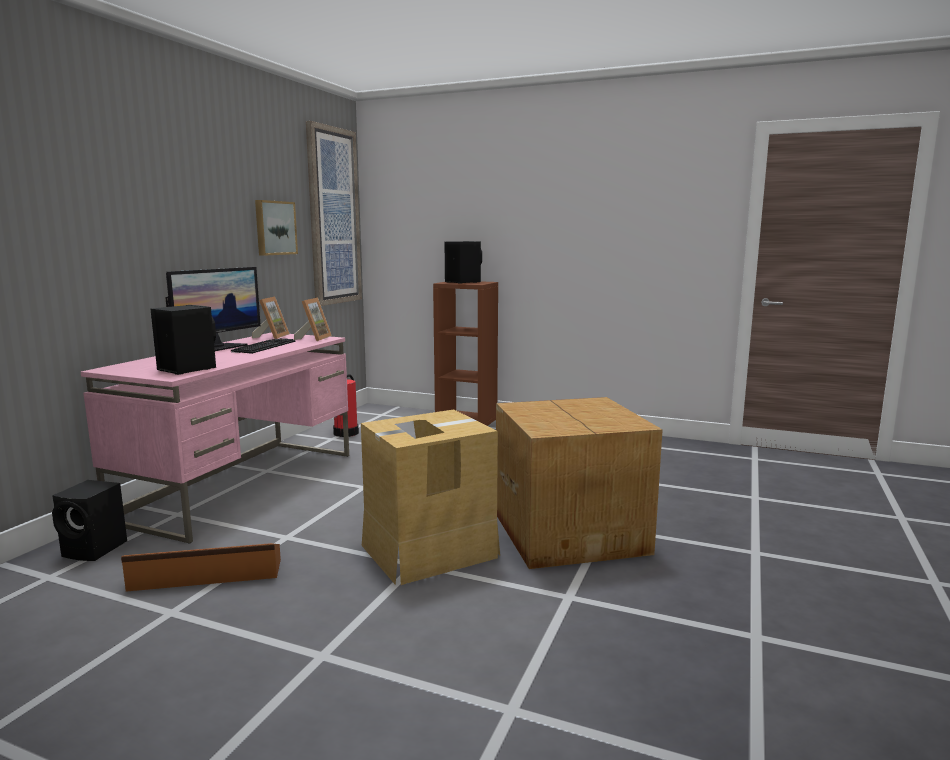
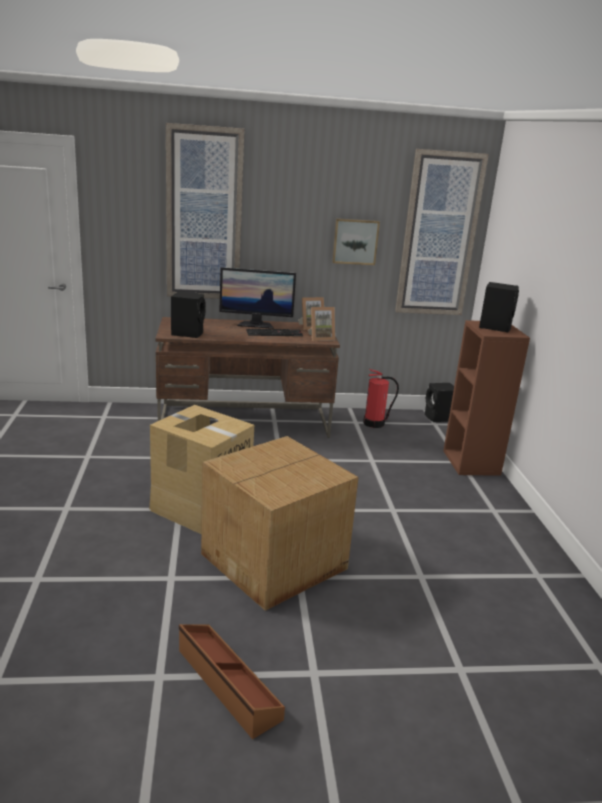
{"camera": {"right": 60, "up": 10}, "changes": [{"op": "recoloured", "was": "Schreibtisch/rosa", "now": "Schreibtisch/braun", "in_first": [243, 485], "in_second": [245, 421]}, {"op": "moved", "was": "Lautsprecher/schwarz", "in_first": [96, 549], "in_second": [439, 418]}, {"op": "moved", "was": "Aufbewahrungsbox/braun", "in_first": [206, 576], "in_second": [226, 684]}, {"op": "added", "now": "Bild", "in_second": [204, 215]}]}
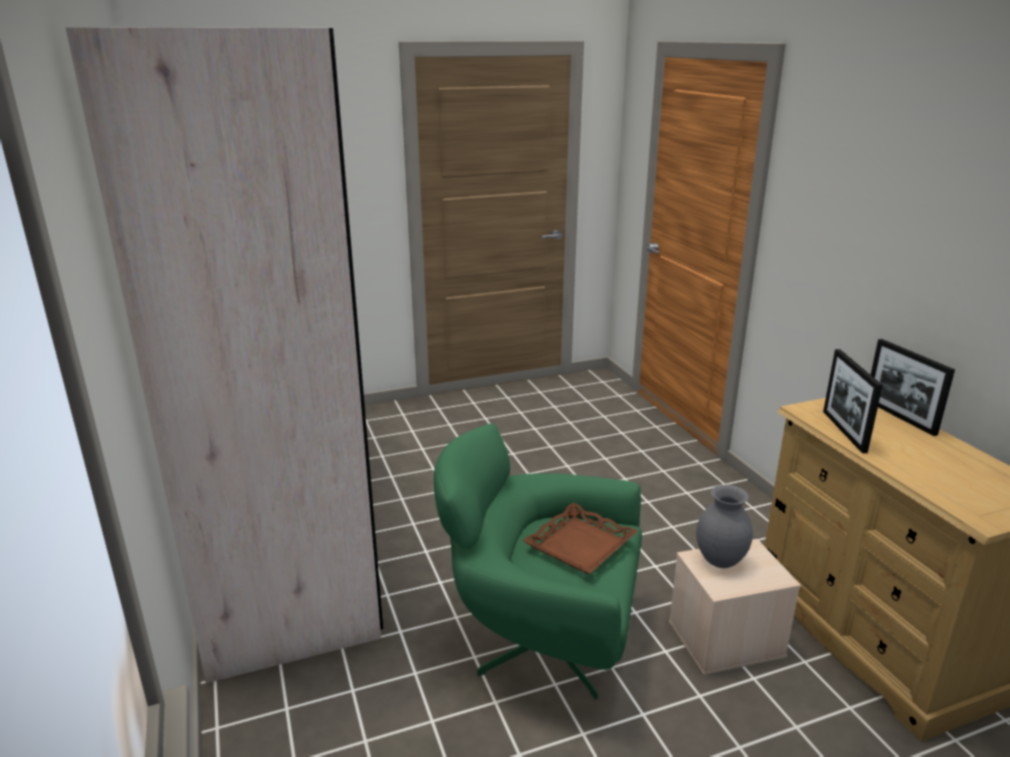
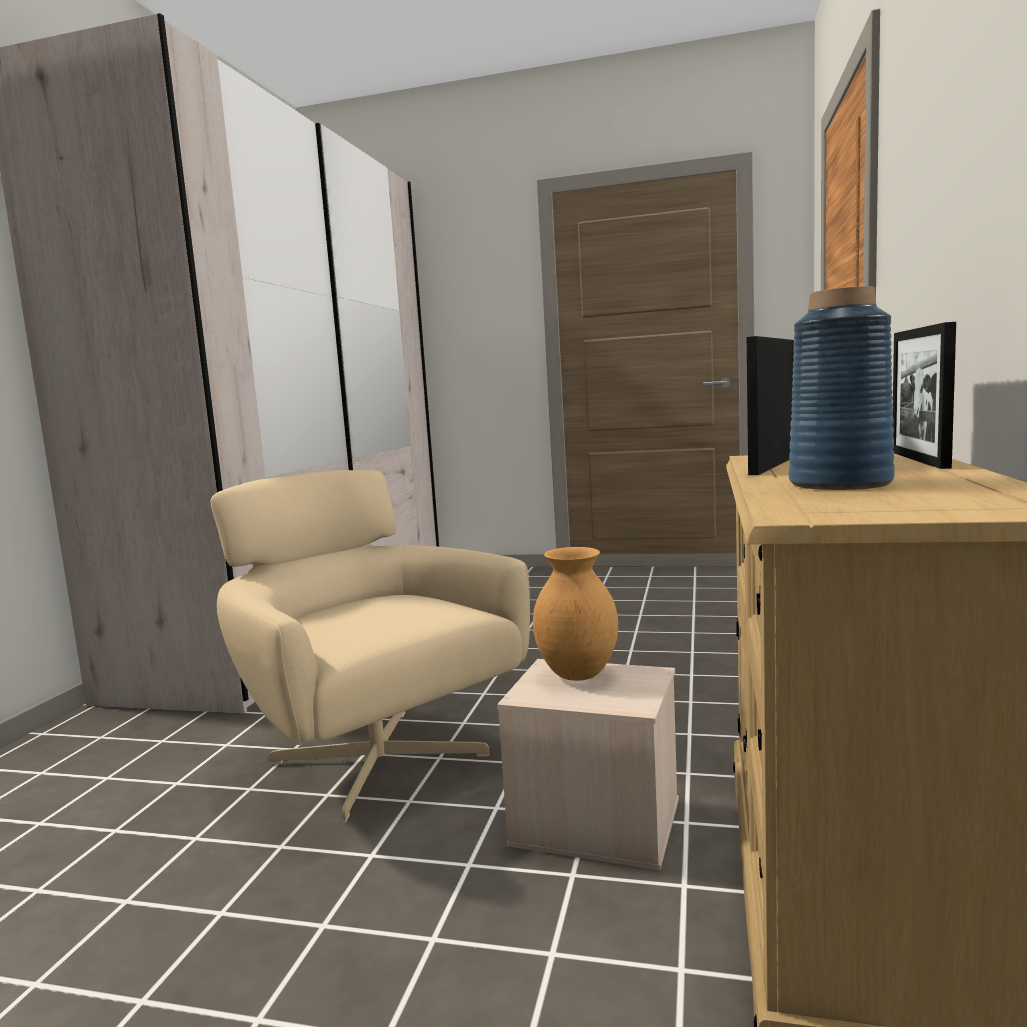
{"camera": {"right": 35, "up": -15}, "changes": [{"op": "recoloured", "was": "Sessel/grün", "now": "Sessel/beige", "in_first": [541, 641], "in_second": [373, 757]}, {"op": "recoloured", "was": "Vase/grau", "now": "Vase/braun", "in_first": [719, 561], "in_second": [577, 674]}, {"op": "removed", "was": "Tablett/braun", "in_first": [580, 545]}, {"op": "added", "now": "Vase/blau", "in_second": [839, 483]}]}
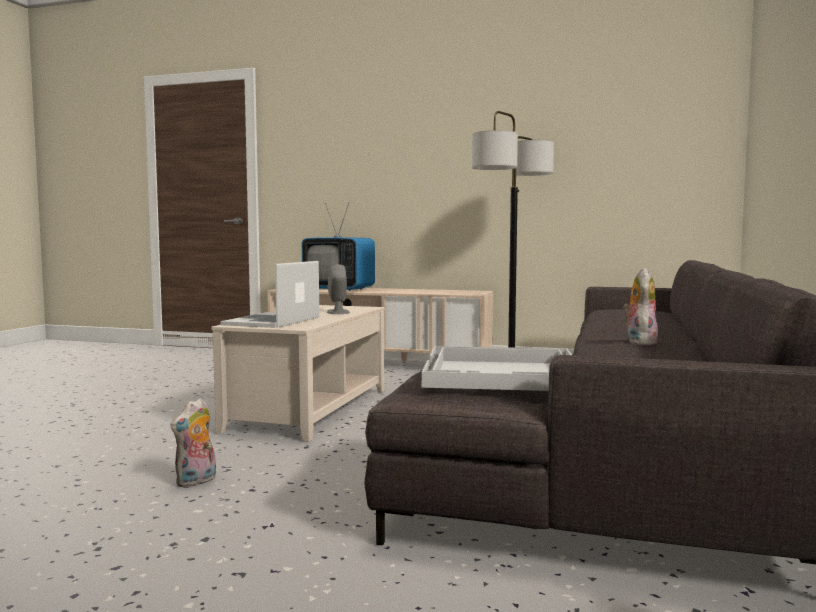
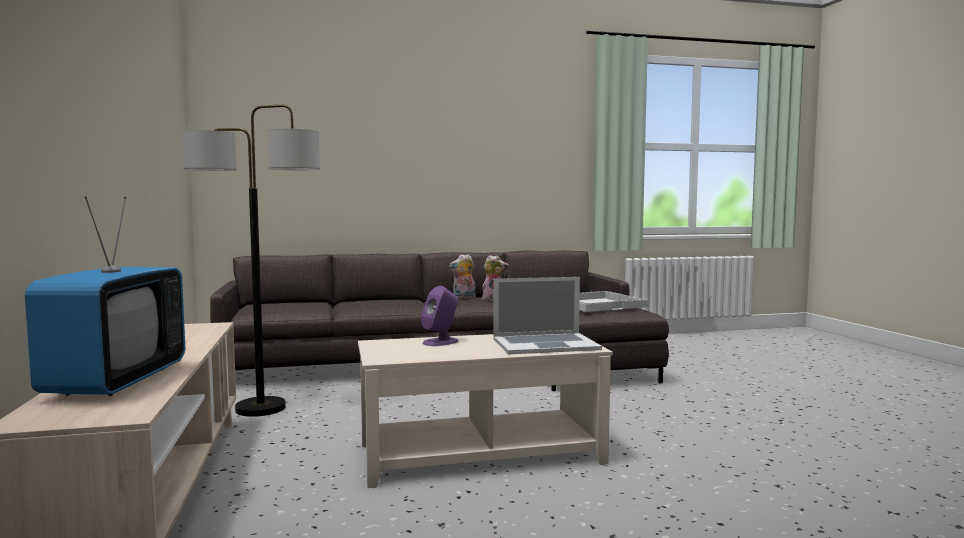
{"camera": {"right": -120, "up": 0}, "changes": [{"op": "recoloured", "was": "Lautsprecher/grau", "now": "Lautsprecher/lila", "in_first": [338, 312], "in_second": [441, 342]}, {"op": "moved", "was": "Plüschtier", "in_first": [196, 482], "in_second": [494, 299]}]}
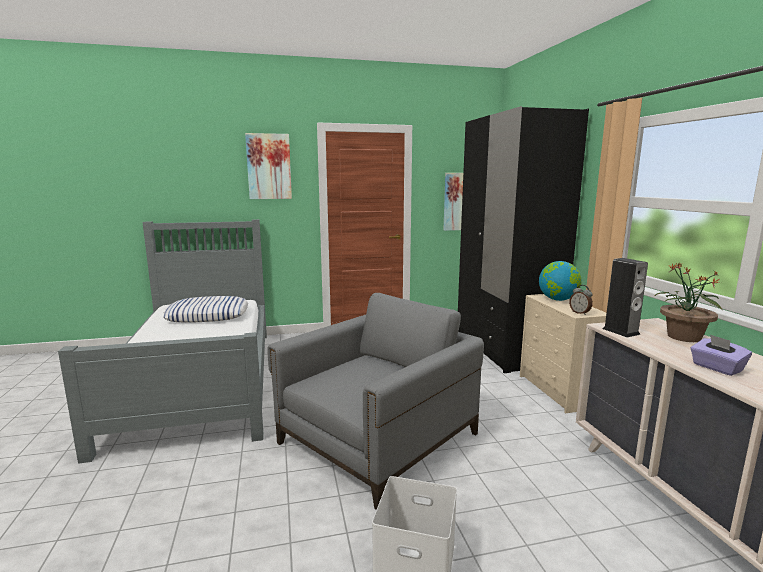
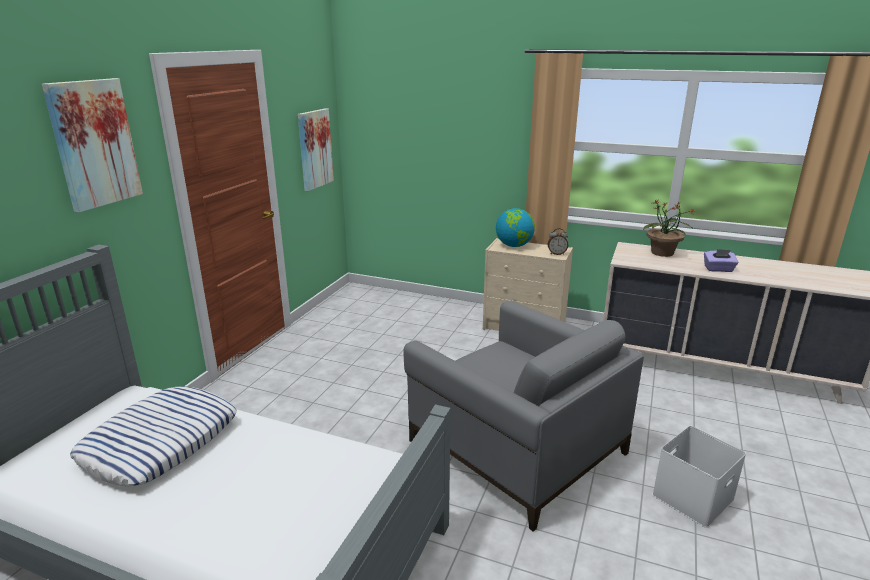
{"camera": {"right": -55, "up": 10}, "changes": [{"op": "removed", "was": "Kleiderschrank/schwarz", "in_first": [504, 349]}, {"op": "removed", "was": "Lautsprecher", "in_first": [620, 331]}, {"op": "turned", "was": "Sessel/grau", "in_first": [378, 439], "in_second": [515, 446], "clockwise": 150}]}
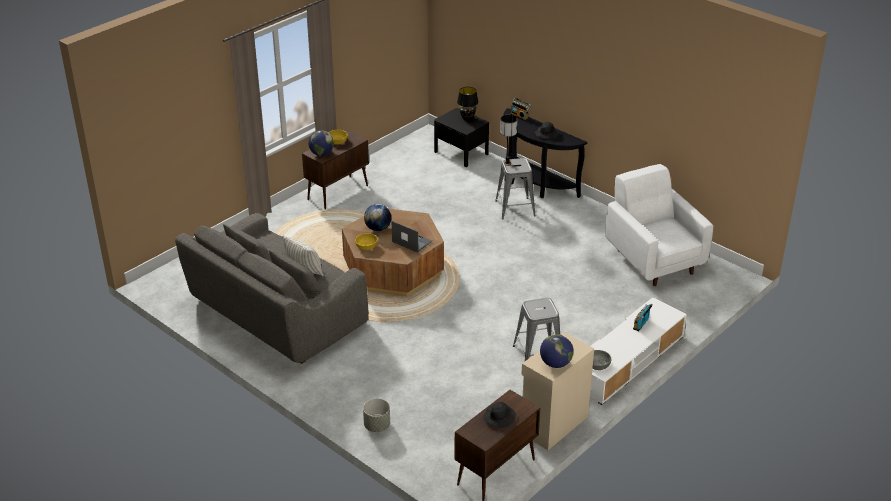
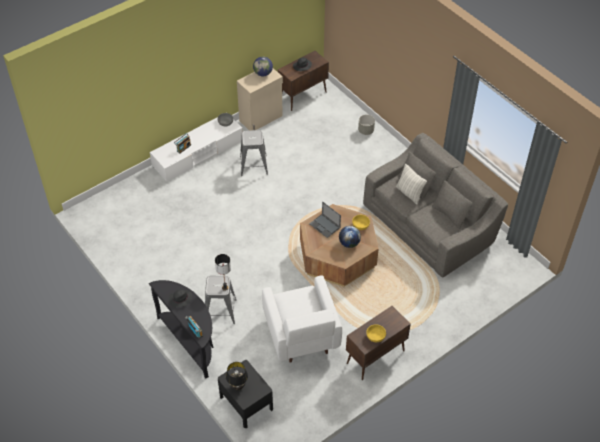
{"camera": {"right": -170, "up": 15}, "changes": [{"op": "removed", "was": "Globus", "in_first": [321, 154]}, {"op": "moved", "was": "Sessel/weiß", "in_first": [653, 260], "in_second": [301, 336]}]}
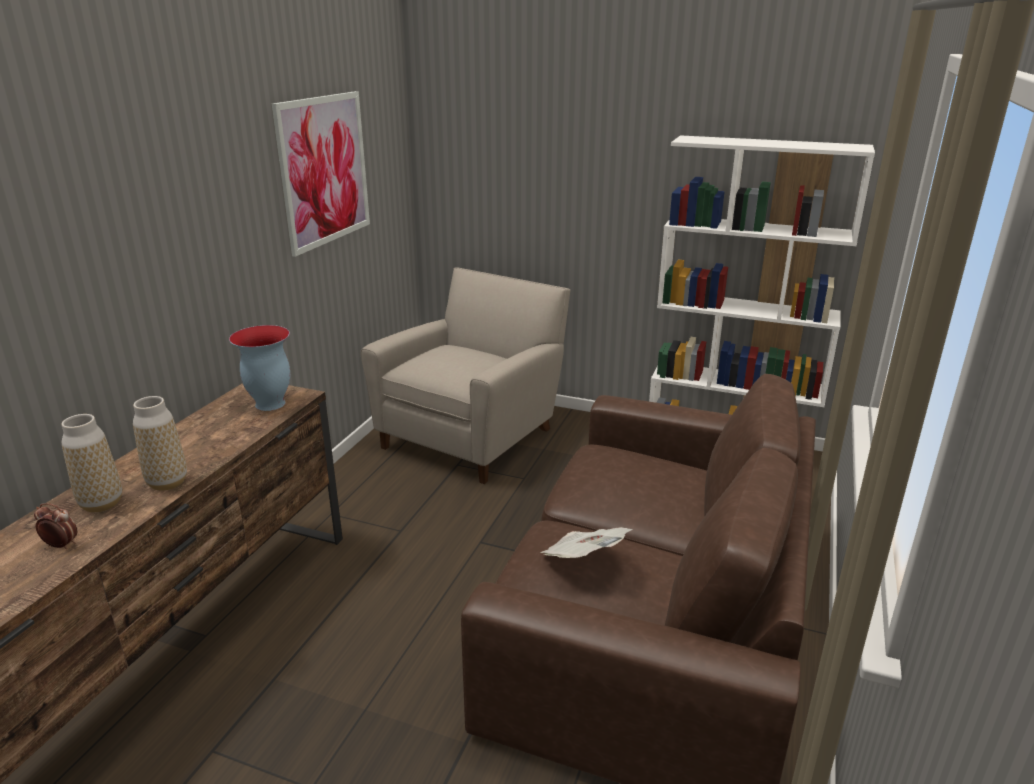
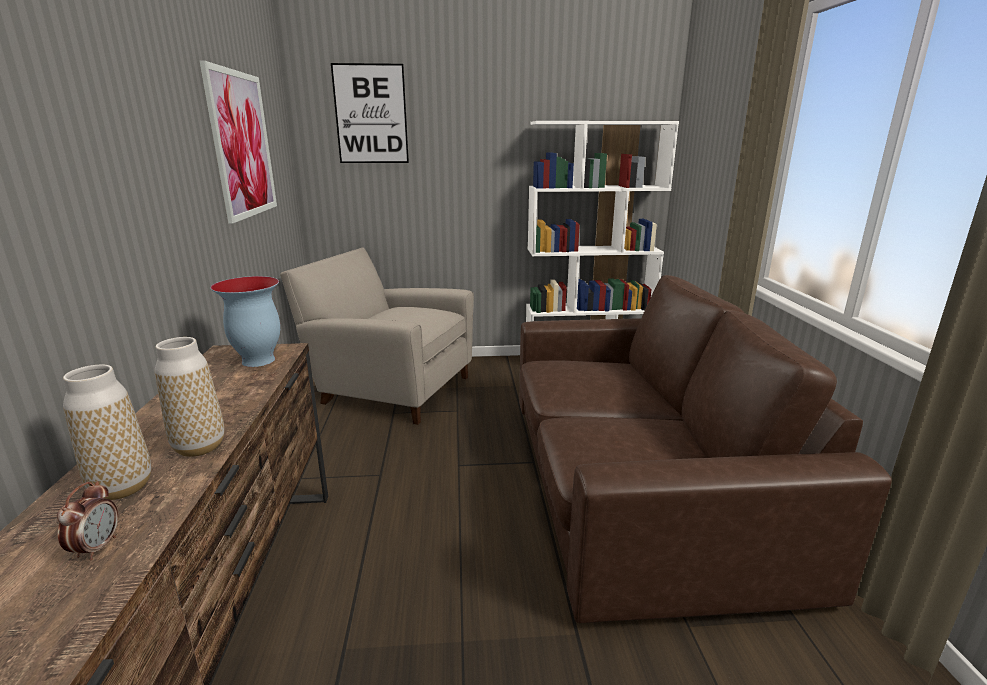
{"camera": {"right": -25, "up": -5}, "changes": [{"op": "turned", "was": "Sessel/beige", "in_first": [473, 434], "in_second": [390, 388], "clockwise": -75}, {"op": "turned", "was": "Wecker", "in_first": [61, 545], "in_second": [97, 548], "clockwise": 105}, {"op": "removed", "was": "Zeitung", "in_first": [584, 560]}, {"op": "added", "now": "Bild", "in_second": [371, 114]}]}
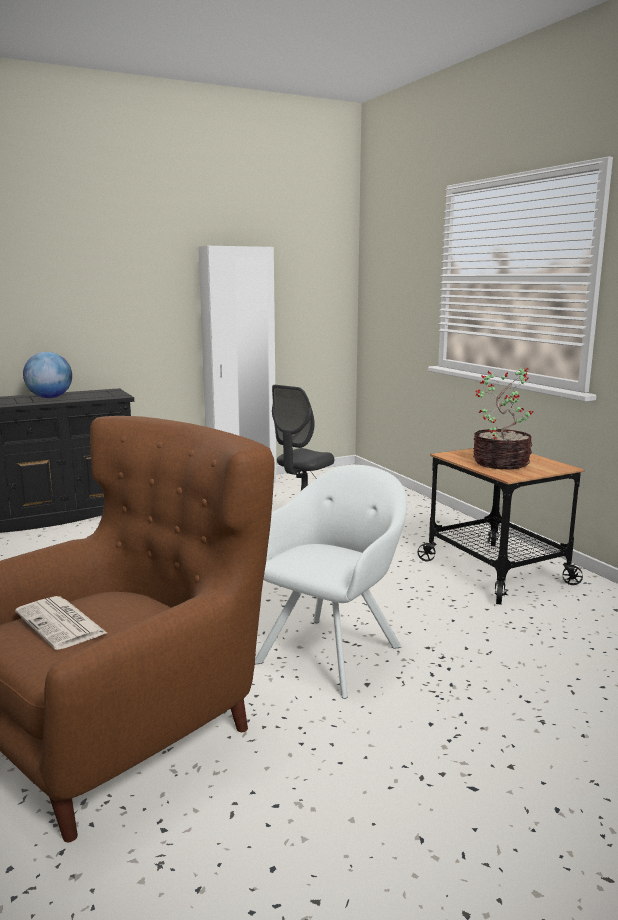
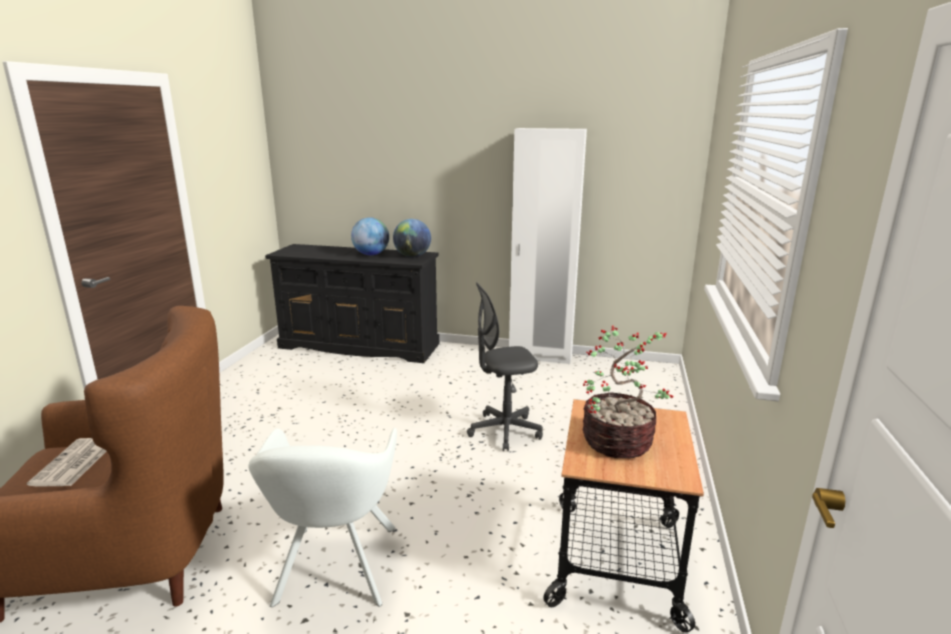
{"camera": {"right": 40, "up": 5}, "changes": [{"op": "turned", "was": "Sessel/weiß", "in_first": [332, 651], "in_second": [336, 568], "clockwise": 105}, {"op": "added", "now": "Globus", "in_second": [412, 256]}]}
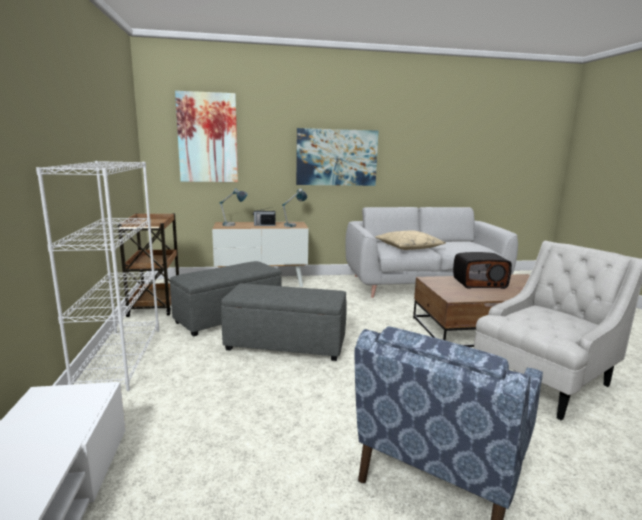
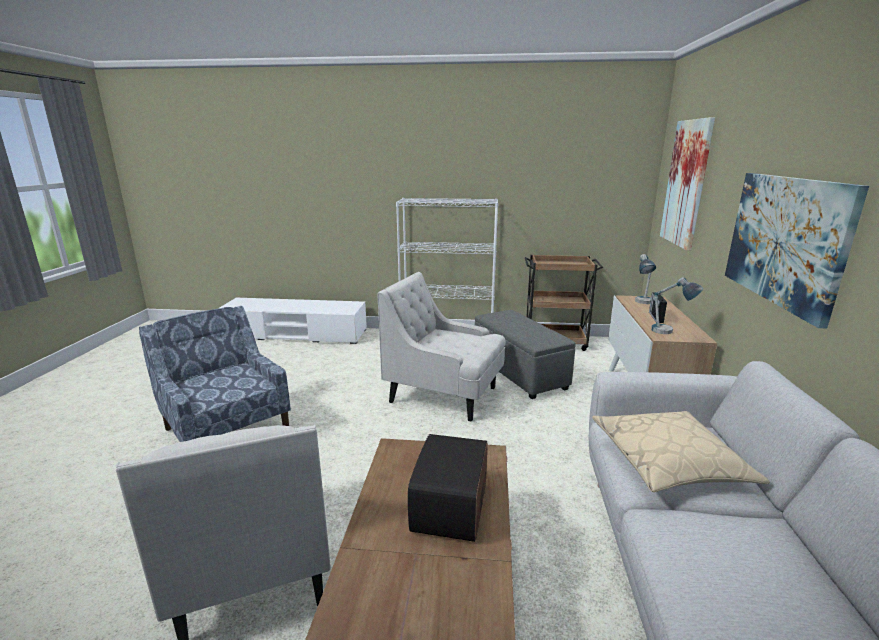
{"camera": {"right": 105, "up": 5}, "changes": [{"op": "replaced", "was": "Polsterhocker/grau", "now": "Sessel/weiß", "in_first": [284, 344], "in_second": [444, 395]}]}
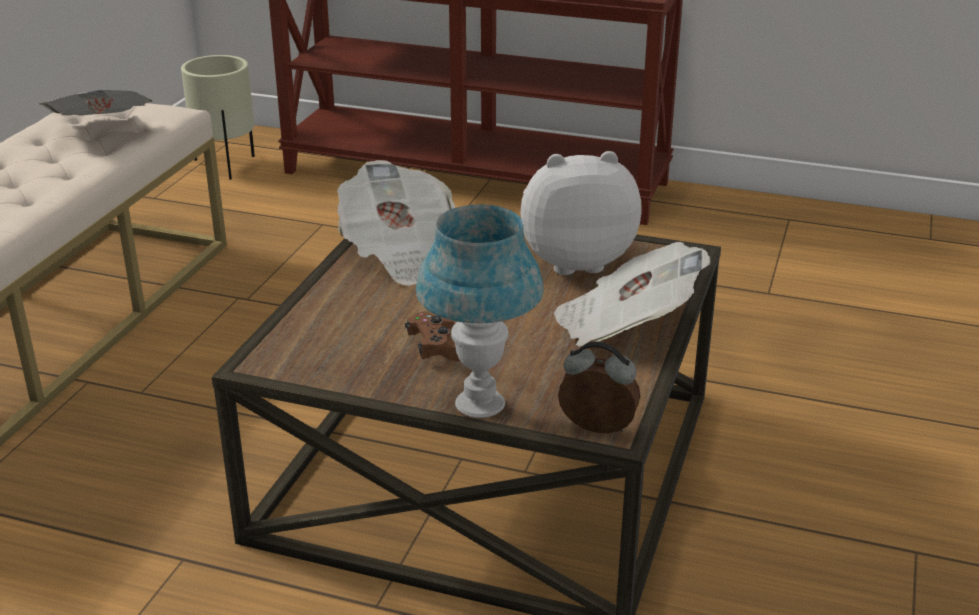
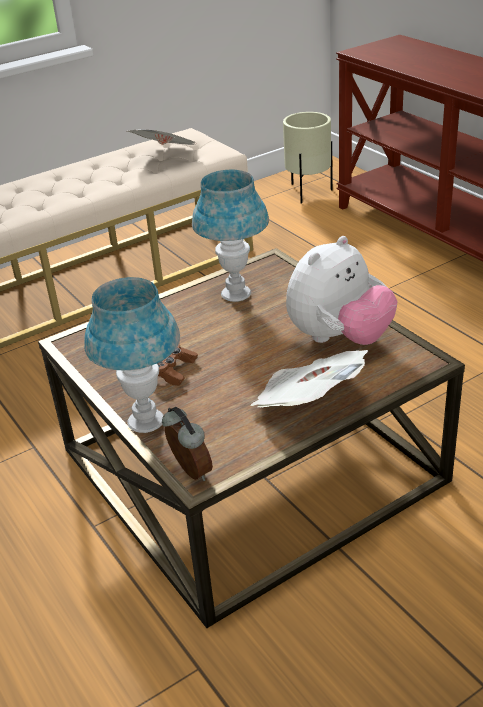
{"camera": {"right": 40, "up": 5}, "changes": [{"op": "turned", "was": "Plüschtier", "in_first": [575, 261], "in_second": [339, 338], "clockwise": 105}, {"op": "replaced", "was": "Zeitung", "now": "Tischlampe/blau", "in_first": [402, 254], "in_second": [236, 294]}]}
